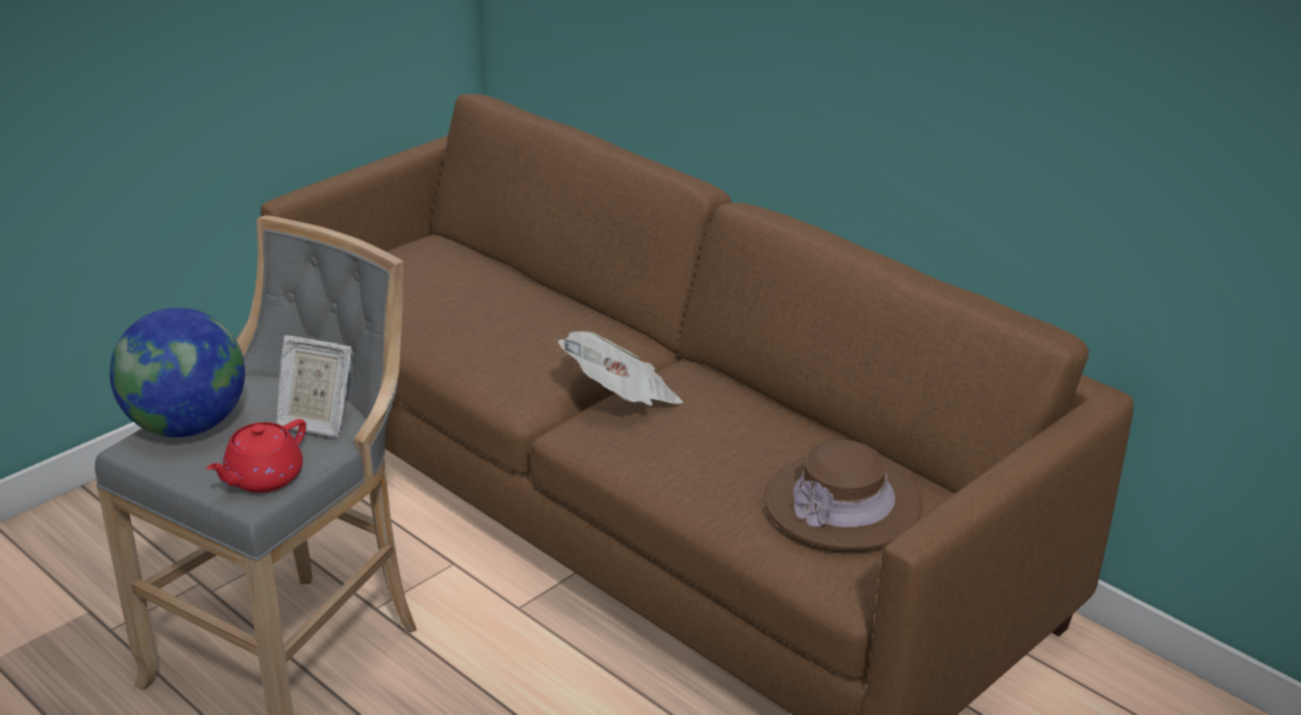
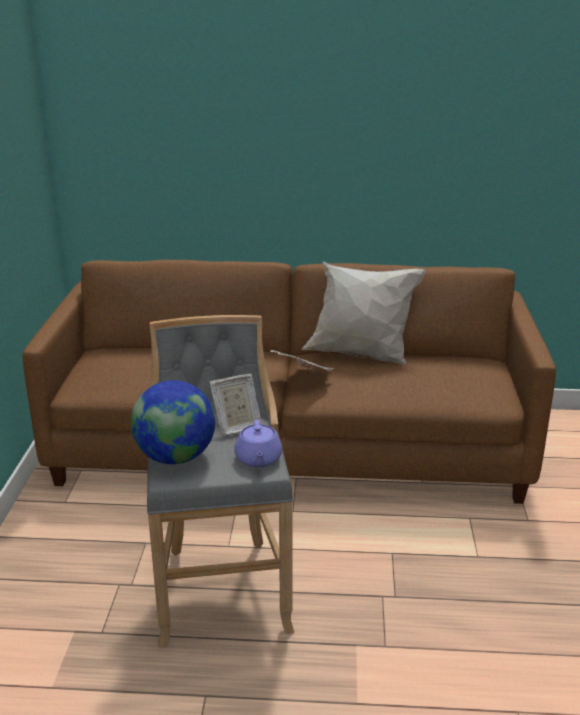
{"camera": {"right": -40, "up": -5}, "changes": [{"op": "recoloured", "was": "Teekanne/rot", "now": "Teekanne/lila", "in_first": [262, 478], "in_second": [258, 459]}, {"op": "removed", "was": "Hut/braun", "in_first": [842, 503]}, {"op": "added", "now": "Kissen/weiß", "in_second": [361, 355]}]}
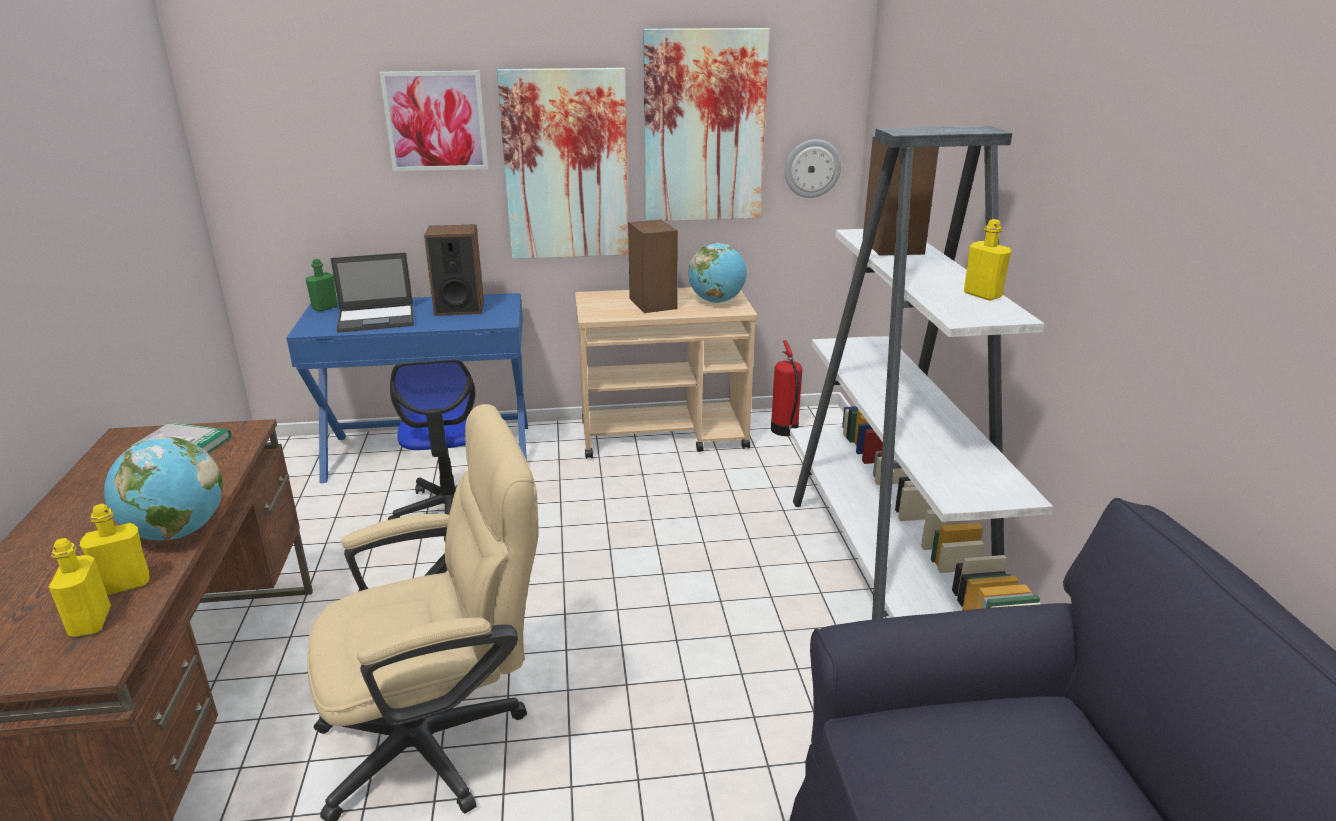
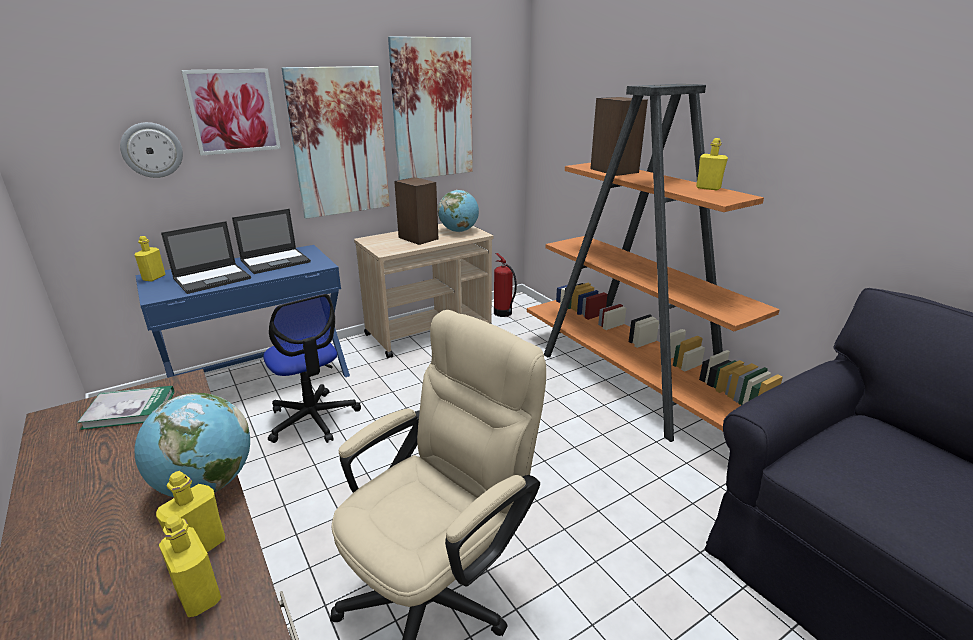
{"camera": {"right": -25, "up": 0}, "changes": [{"op": "recoloured", "was": "Bücherregal/weiß", "now": "Bücherregal/orange", "in_first": [888, 573], "in_second": [630, 383]}, {"op": "moved", "was": "Wanduhr", "in_first": [812, 168], "in_second": [152, 150]}, {"op": "replaced", "was": "Lautsprecher", "now": "Laptop", "in_first": [459, 308], "in_second": [276, 261]}, {"op": "recoloured", "was": "Flasche/grün", "now": "Flasche/gelb", "in_first": [325, 308], "in_second": [154, 278]}]}
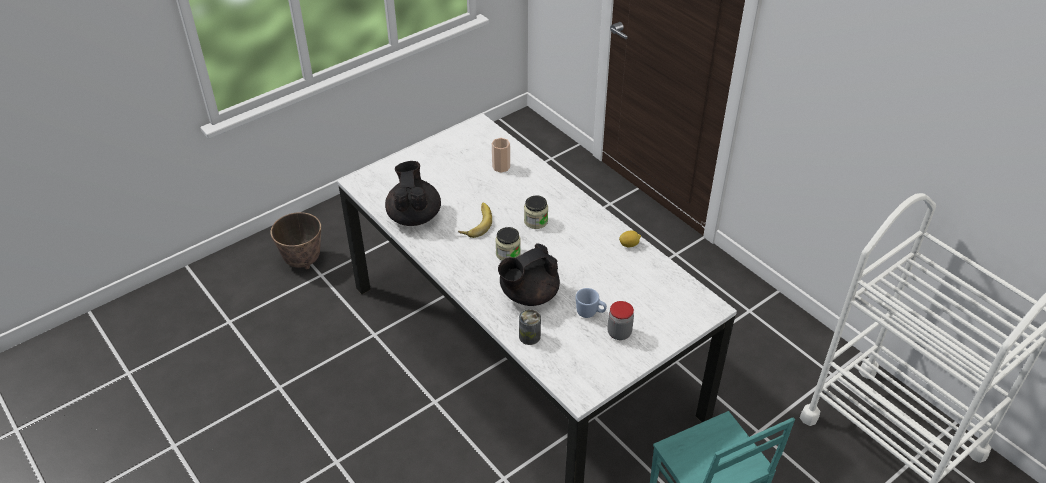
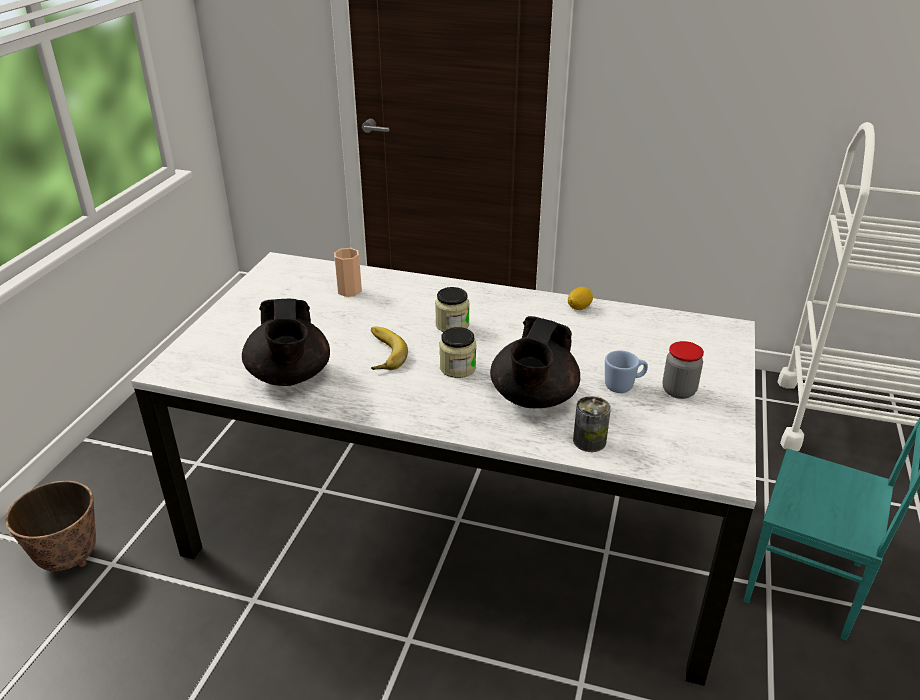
{"camera": {"right": -35, "up": -10}, "changes": [{"op": "turned", "was": "Teekanne/schwarz", "in_first": [414, 216], "in_second": [290, 377], "clockwise": -150}]}
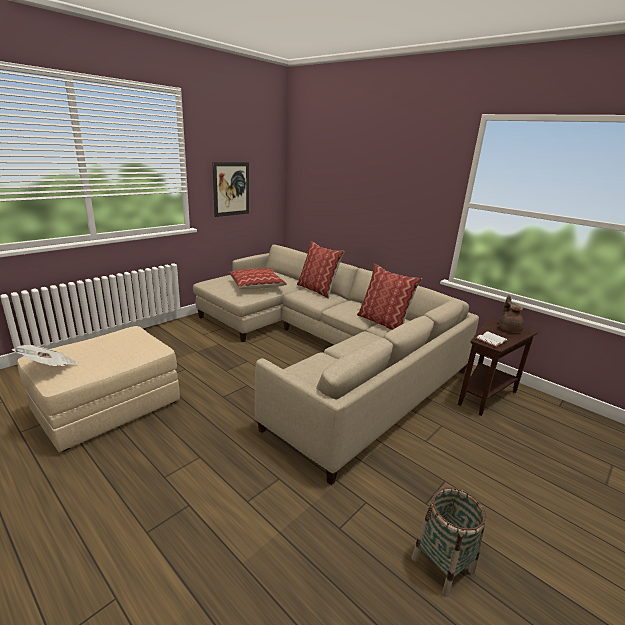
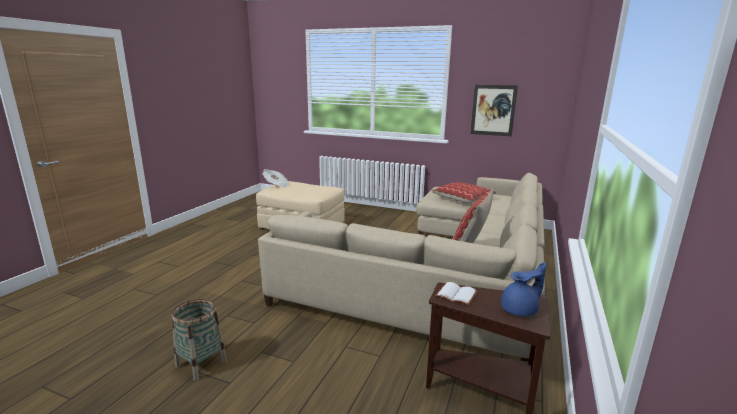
{"camera": {"right": 70, "up": -5}, "changes": [{"op": "removed", "was": "Kissen", "in_first": [317, 290]}, {"op": "recoloured", "was": "Teekanne/braun", "now": "Teekanne/blau", "in_first": [509, 329], "in_second": [520, 310]}]}
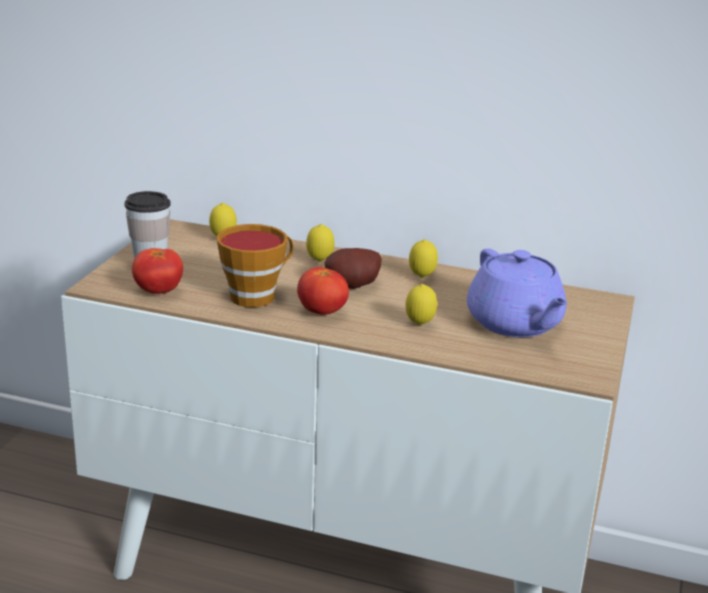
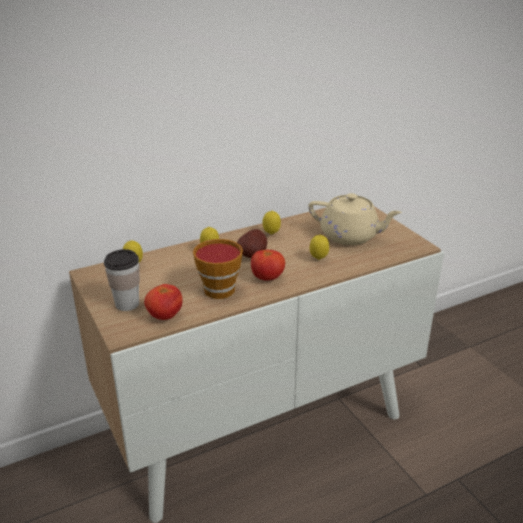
{"camera": {"right": -45, "up": 5}, "changes": [{"op": "recoloured", "was": "Teekanne/lila", "now": "Teekanne/beige", "in_first": [515, 324], "in_second": [350, 236]}]}
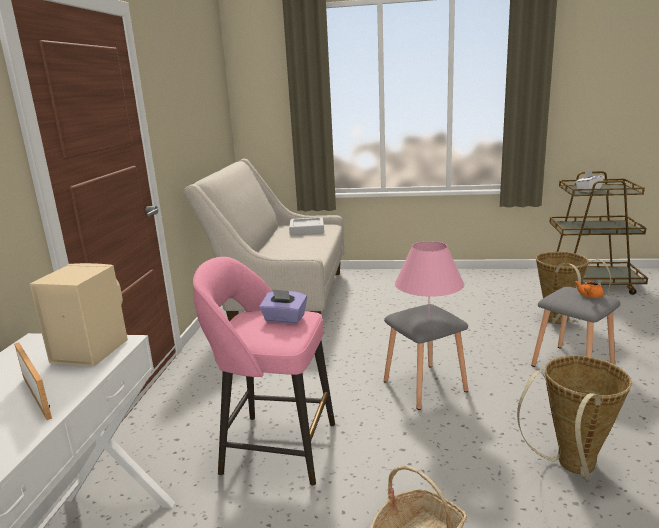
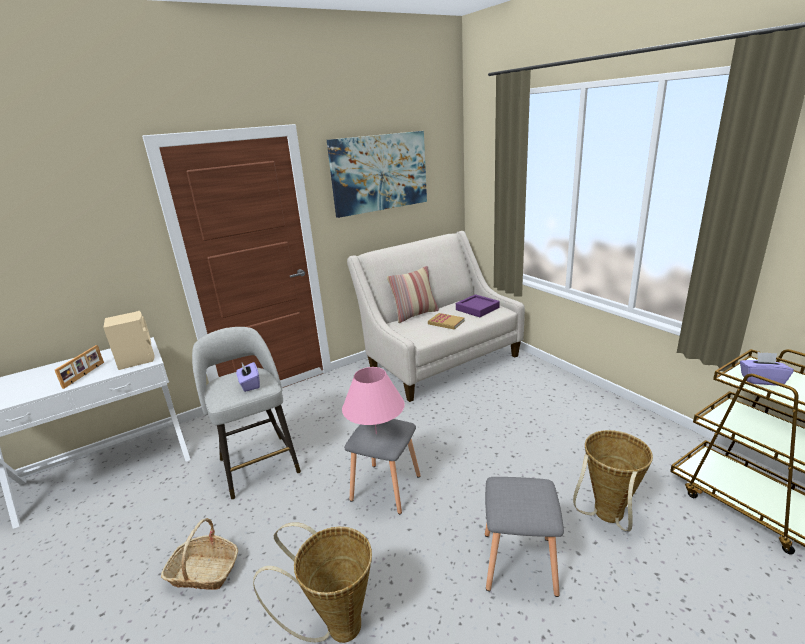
{"camera": {"right": 50, "up": 5}, "changes": [{"op": "recoloured", "was": "Taschentuchbox/weiß", "now": "Taschentuchbox/lila", "in_first": [588, 190], "in_second": [761, 380]}, {"op": "recoloured", "was": "Tablett/grau", "now": "Tablett/lila", "in_first": [307, 230], "in_second": [477, 309]}, {"op": "recoloured", "was": "Hocker/rosa", "now": "Hocker/grau", "in_first": [275, 447], "in_second": [258, 464]}, {"op": "removed", "was": "Teekanne/orange", "in_first": [589, 296]}, {"op": "added", "now": "Bild", "in_second": [379, 173]}, {"op": "added", "now": "Kissen", "in_second": [415, 314]}, {"op": "added", "now": "Buch", "in_second": [446, 322]}]}
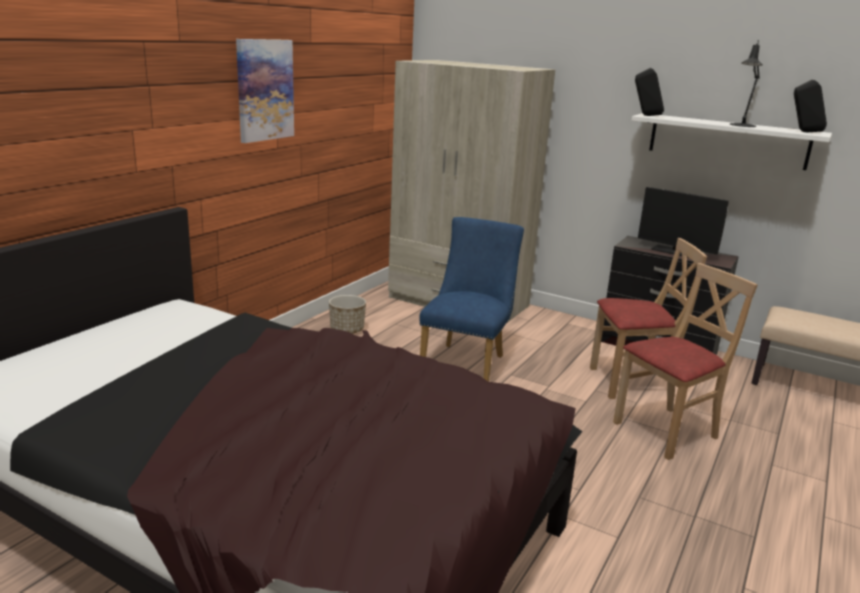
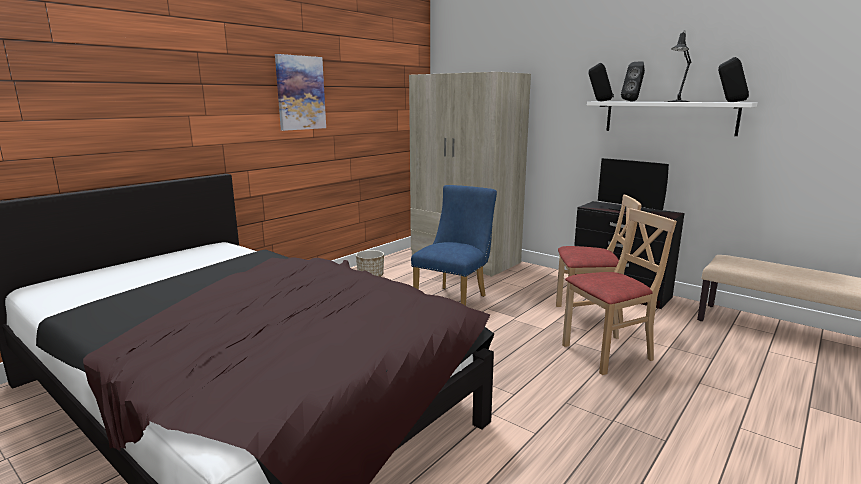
{"camera": {"right": 10, "up": -5}, "changes": [{"op": "added", "now": "Lautsprecher/schwarz", "in_second": [632, 101]}]}
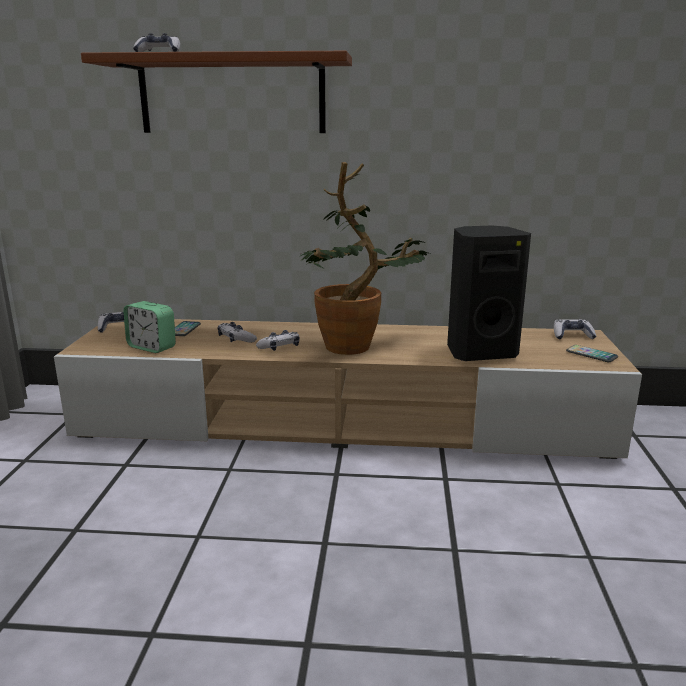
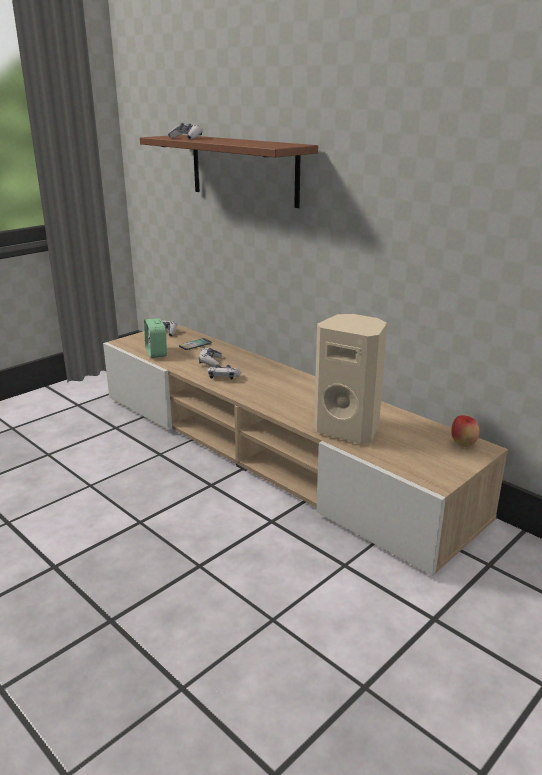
{"camera": {"right": 40, "up": 5}, "changes": [{"op": "removed", "was": "Topfpflanze", "in_first": [359, 346]}, {"op": "recoloured", "was": "Lautsprecher/schwarz", "now": "Lautsprecher/beige", "in_first": [479, 352], "in_second": [349, 429]}, {"op": "replaced", "was": "Gamepad", "now": "Apfel", "in_first": [572, 336], "in_second": [463, 444]}, {"op": "removed", "was": "Handy", "in_first": [591, 354]}]}
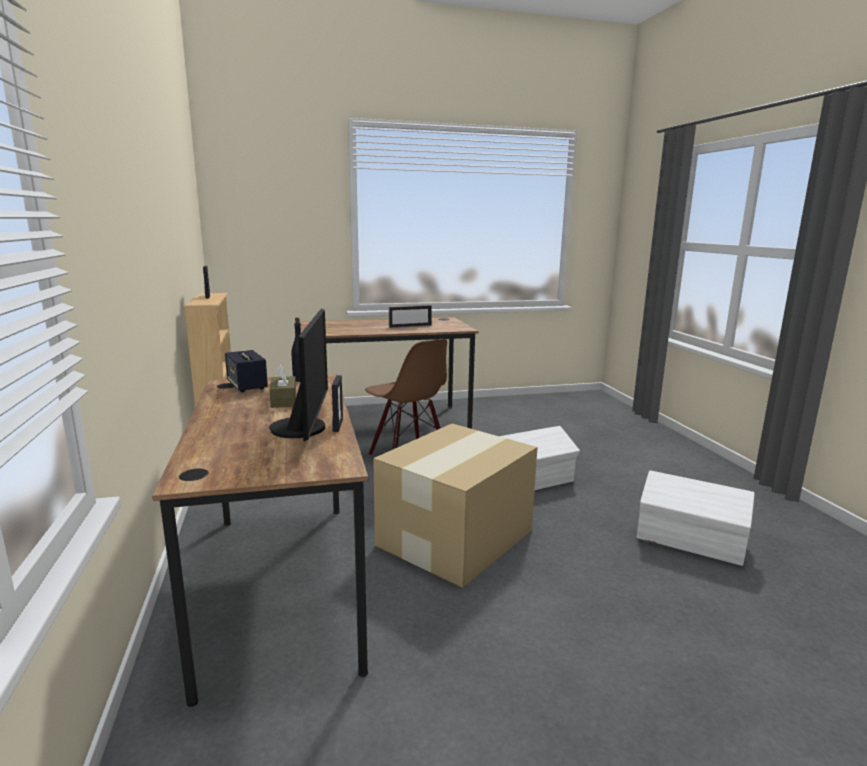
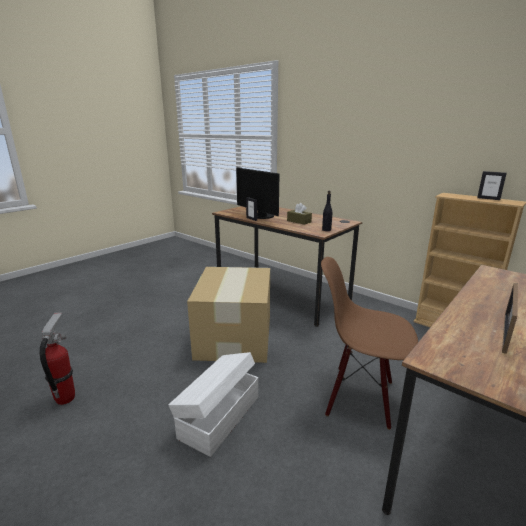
{"camera": {"right": 145, "up": 5}, "changes": [{"op": "removed", "was": "Lautsprecher", "in_first": [247, 386]}, {"op": "replaced", "was": "Aufbewahrungsbox/weiß", "now": "Feuerlöscher", "in_first": [690, 542], "in_second": [65, 398]}]}
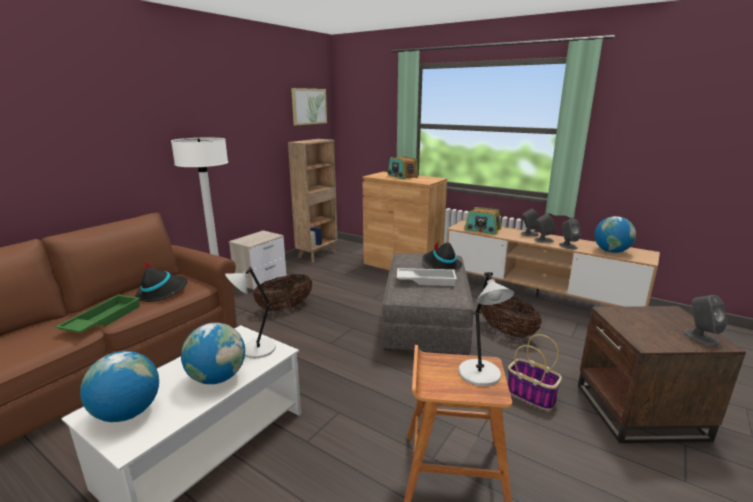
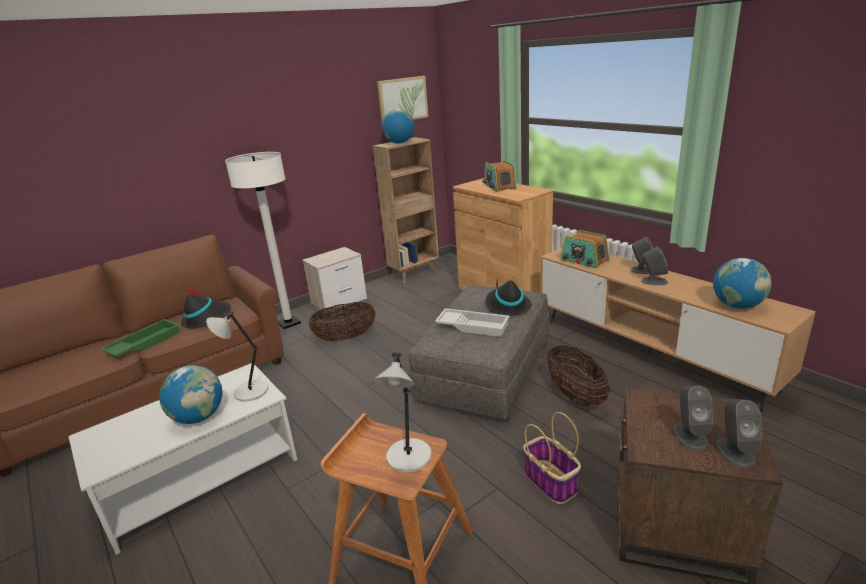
{"camera": {"right": 20, "up": 5}, "changes": [{"op": "moved", "was": "Lautsprecher/grau", "in_first": [567, 246], "in_second": [690, 436]}, {"op": "moved", "was": "Globus", "in_first": [127, 413], "in_second": [399, 143]}]}
